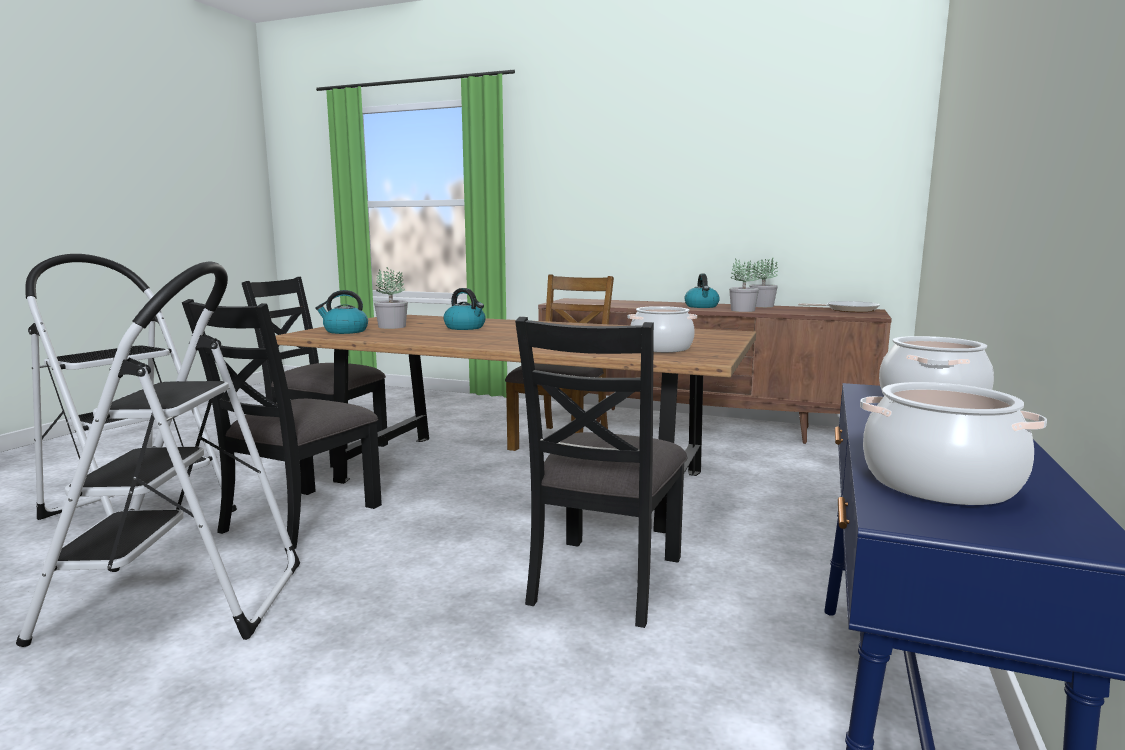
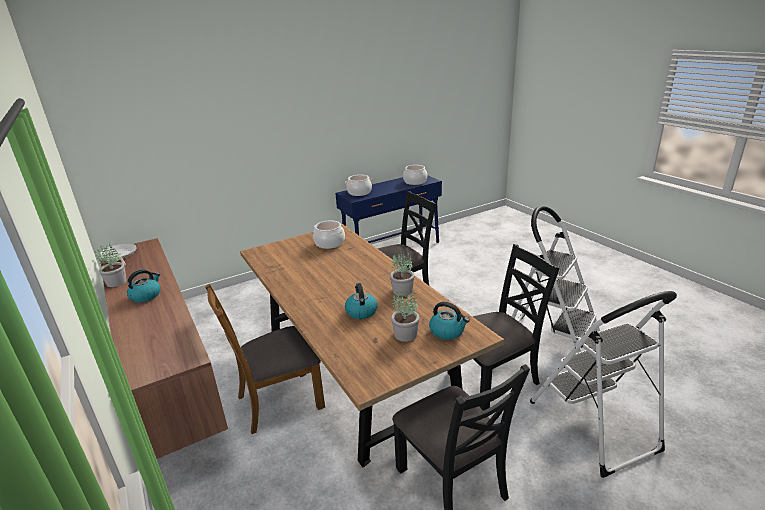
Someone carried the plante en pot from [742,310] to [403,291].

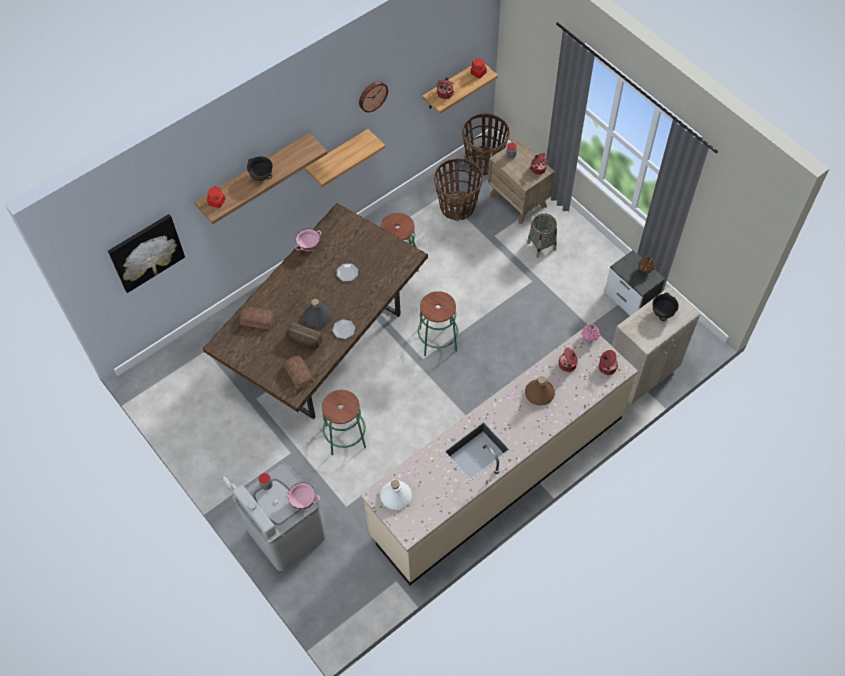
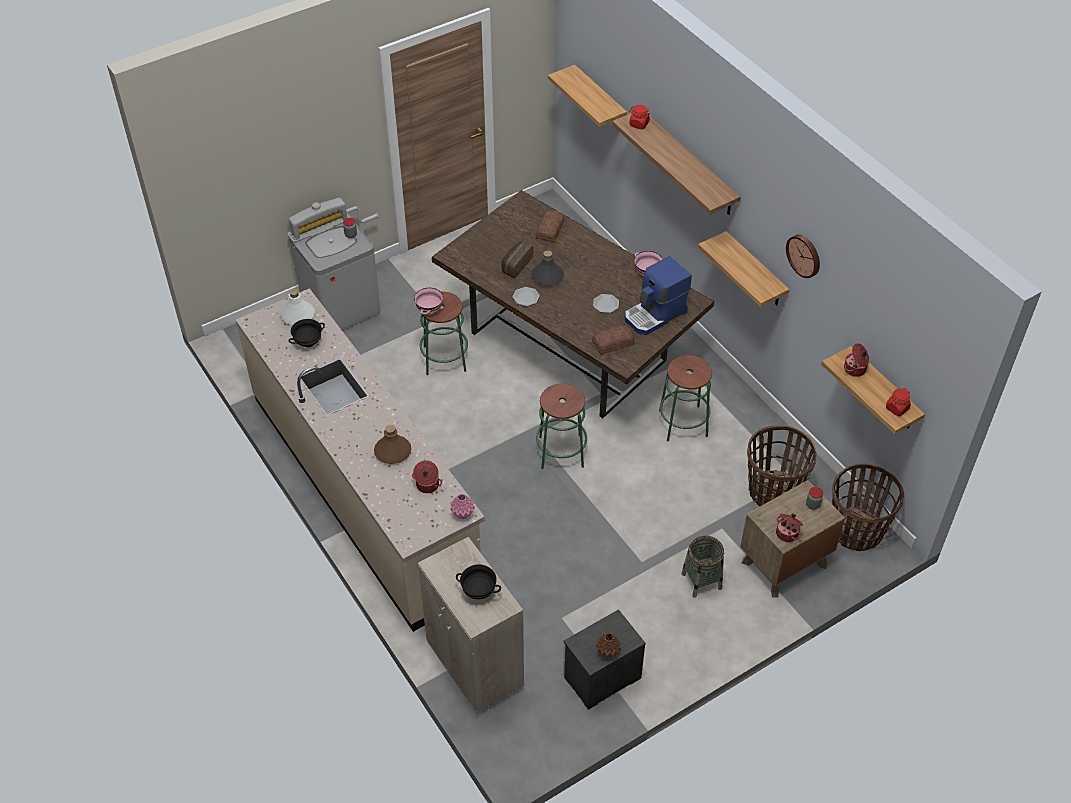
Someone carried the bol/noir from [262,176] to [308,343].
Someone carried the bol/rose from [303,501] to [429,310].
Someone swapped the tableau at [146,252] for the étagère at [600,99].
Someone carried the pain from [298,374] to [612,342].
Someone put down the machine à café at [655,315].
Someone took away the marmite at [606,367].

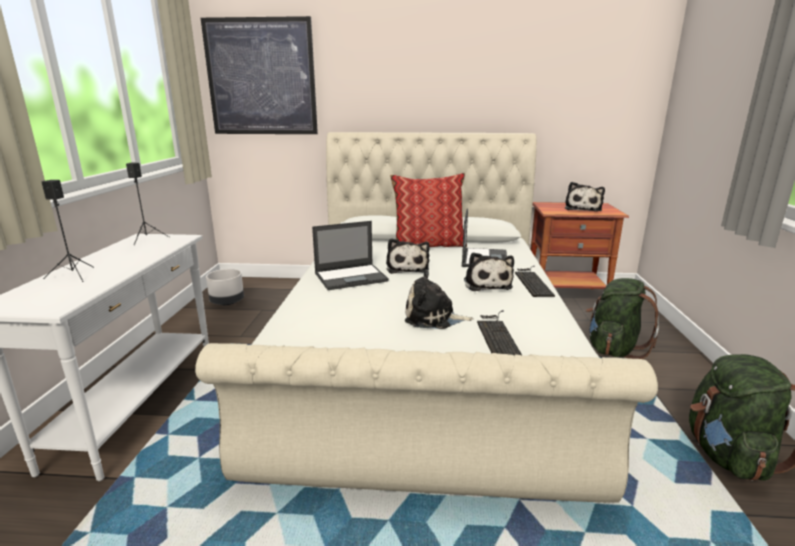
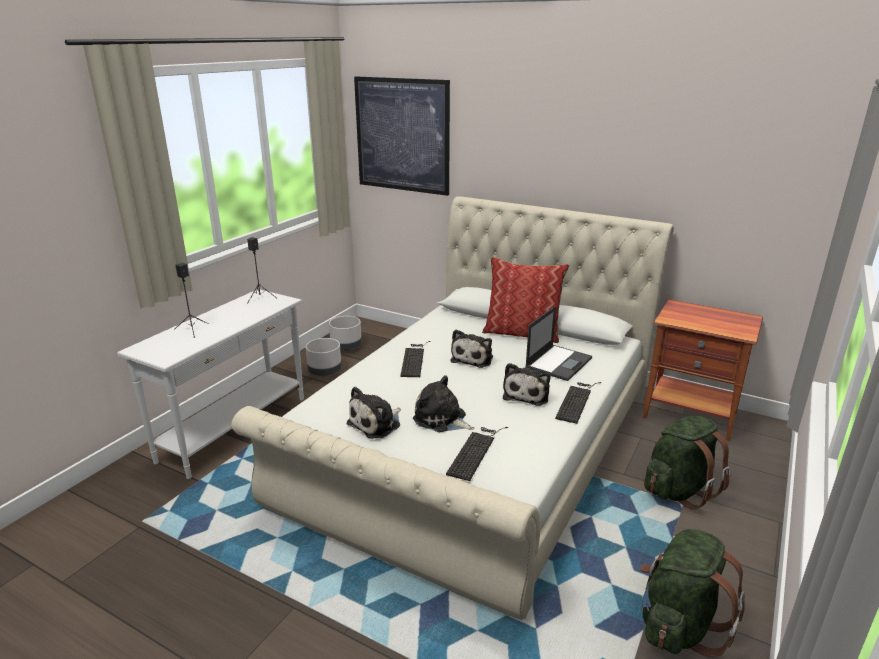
Someone put down the cache-pot/gris at [325,372].
Someone carried the peluche from [582,209] to [376,424].
Someone swapped the ordinateur portable at [351,277] for the clavier at [414,359].

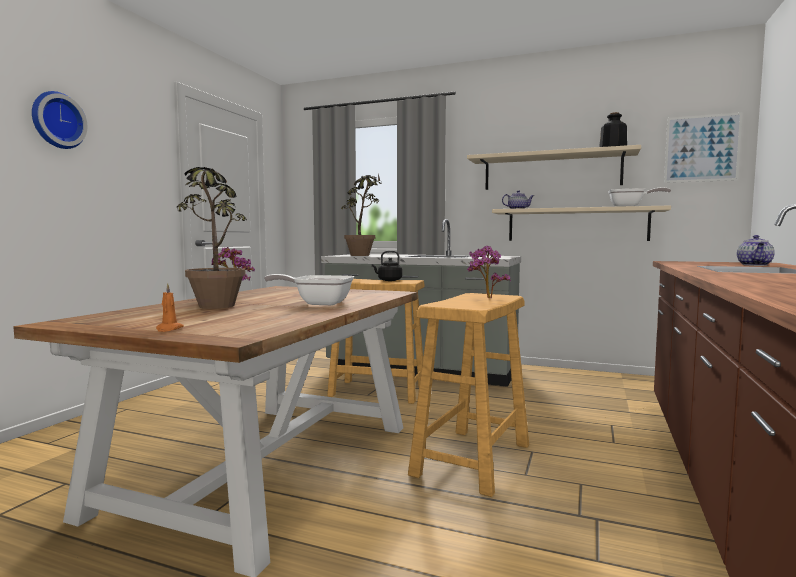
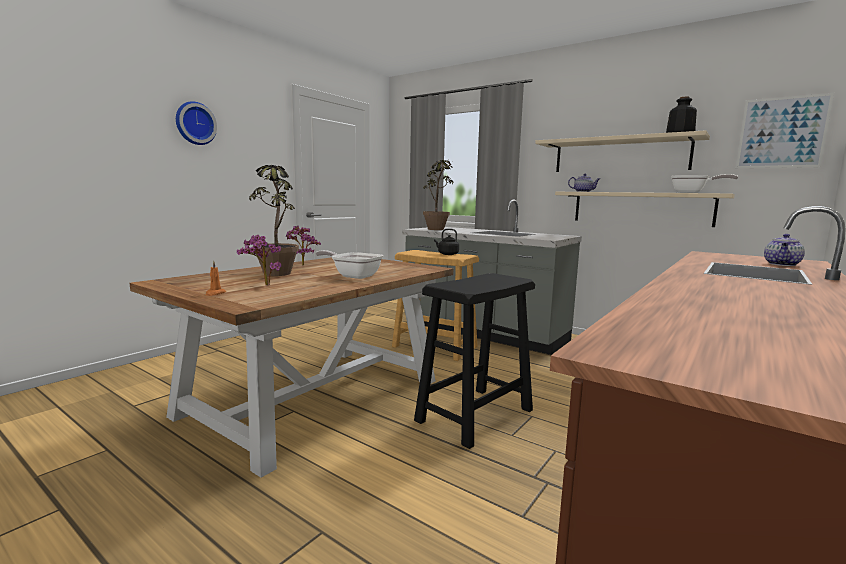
Someone carried the plante en pot from [486,298] to [263,285].
Someone repainted the tabouret/beige at [472,460], which became the tabouret/noir at [474,415].

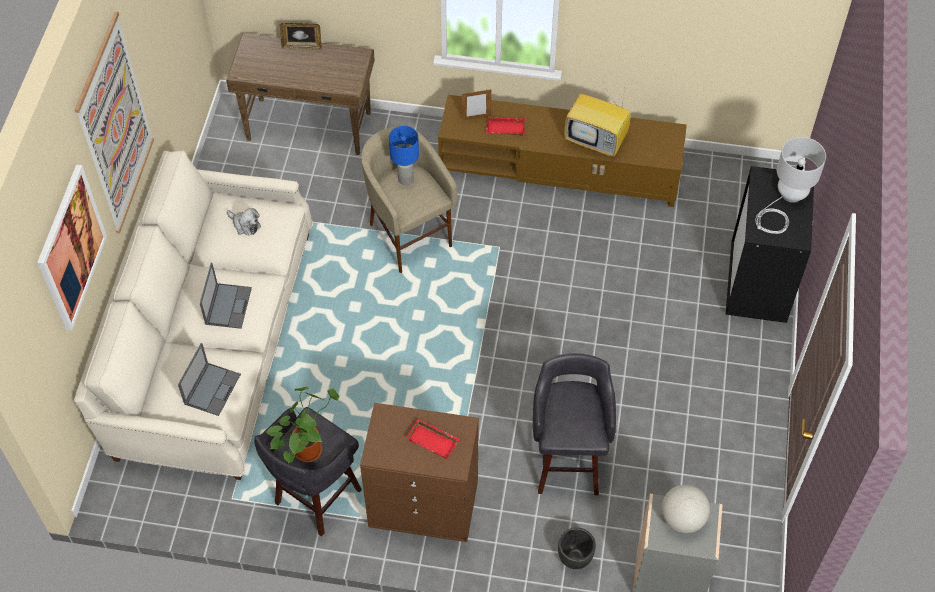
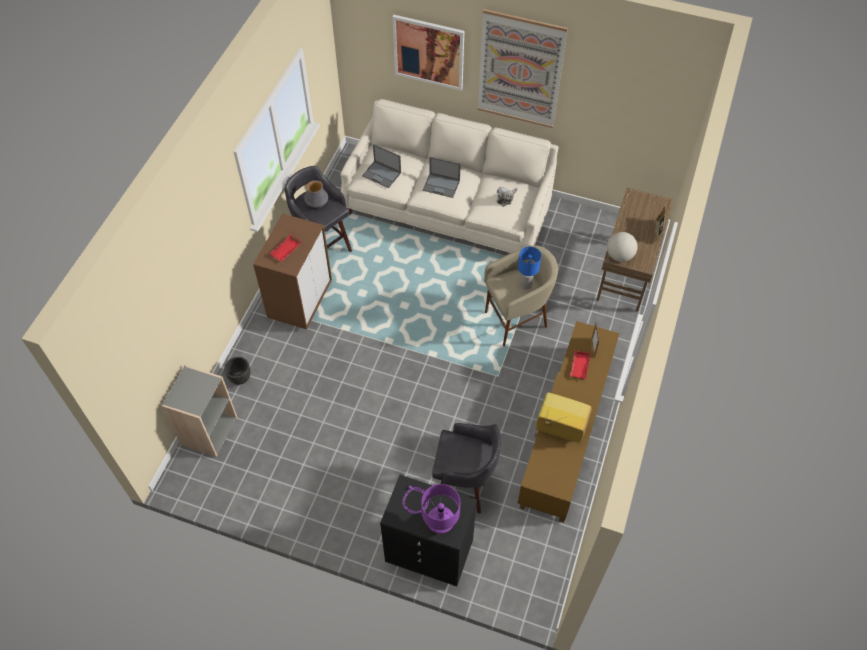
Someone swapped the plante en pot at [308,447] for the vase at [317,205].
Someone repainted the lampe de table/blanc at [784,204], which became the lampe de table/violet at [430,514].
Someone carried the tabouret/gris from [568,462] to [464,489].
Someone rotated the téléviseur at [597,141] by 75 degrees clockwise.
Someone carried the globe from [682,519] to [619,256].

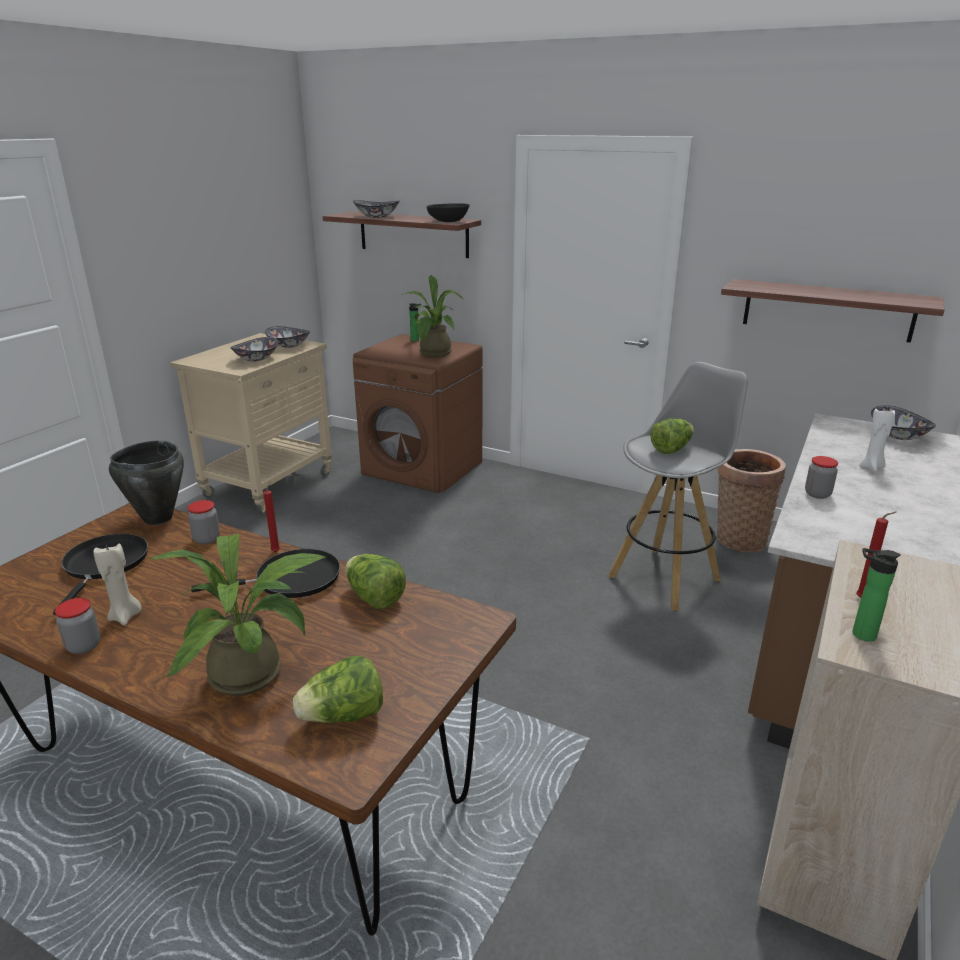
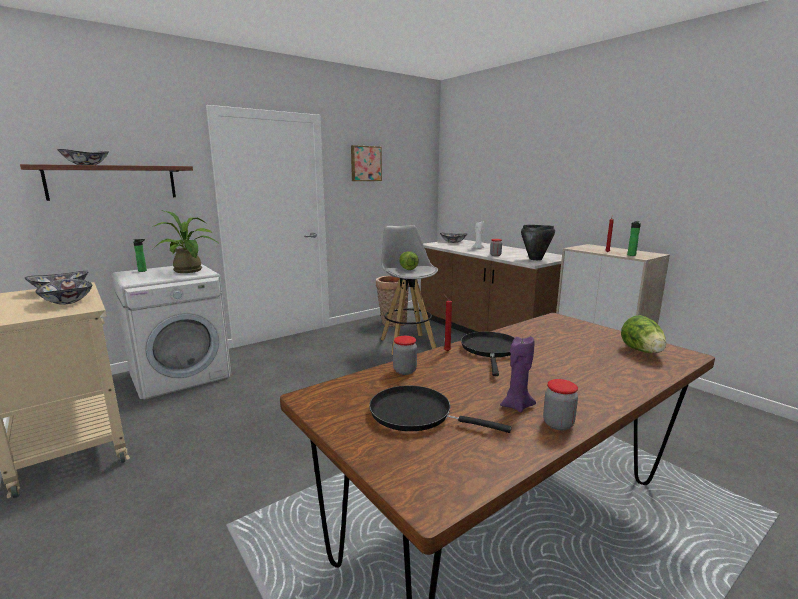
Someone repainted the lave-linge/marron at [421,468], which became the lave-linge/blanc at [182,375].
Someone put up the tableau at [365,163].
Someone repainted the bougie/beige at [125,616], which became the bougie/violet at [516,406].
Someone carried the marmite/noir from [157,518] to [535,259].
Someone took away the plante en pot at [255,673].
Someone took away the laitue at [374,598].
Someone took away the bol/noir at [449,221].
Someone took away the étagère at [827,310].

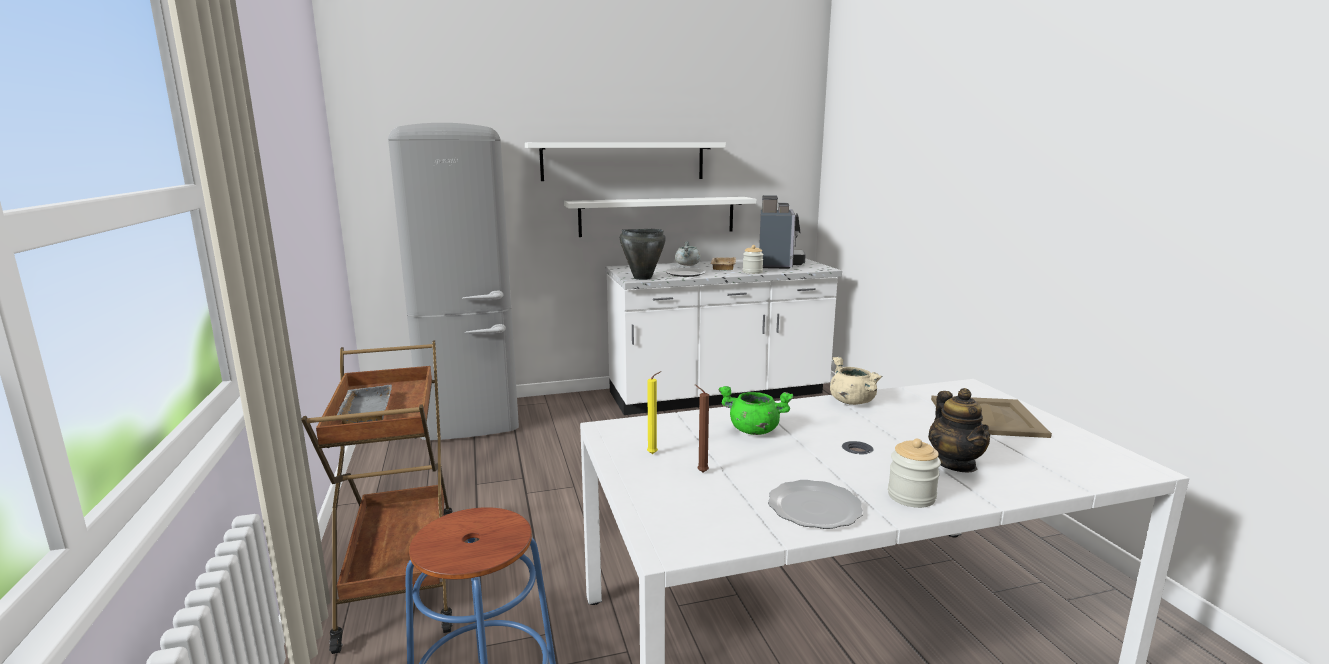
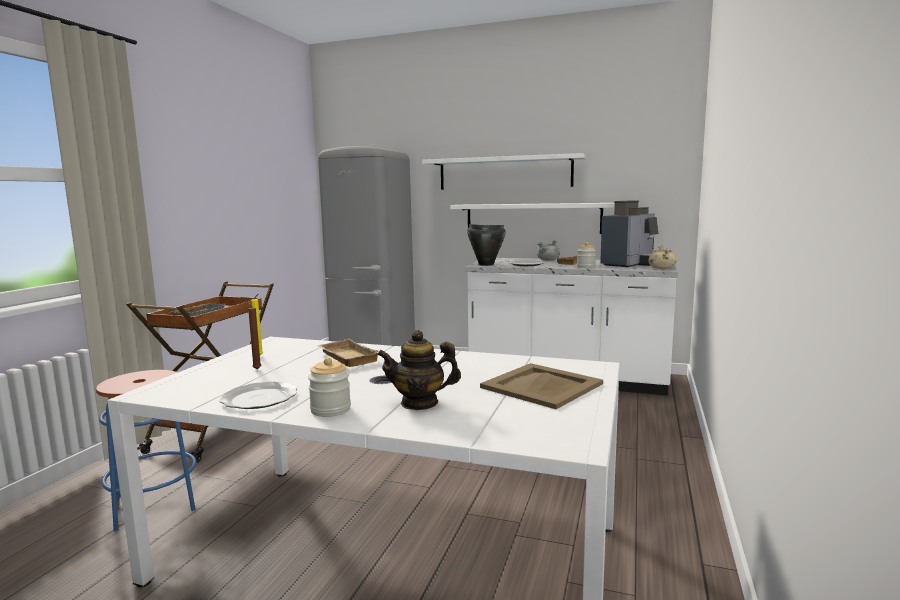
Someone swapped the marmite/vert at [753,430] for the plateau/beige at [346,357].
Someone rotated the théière at [955,463] by 60 degrees clockwise.
Someone carried the marmite/beige from [851,401] to [661,268].

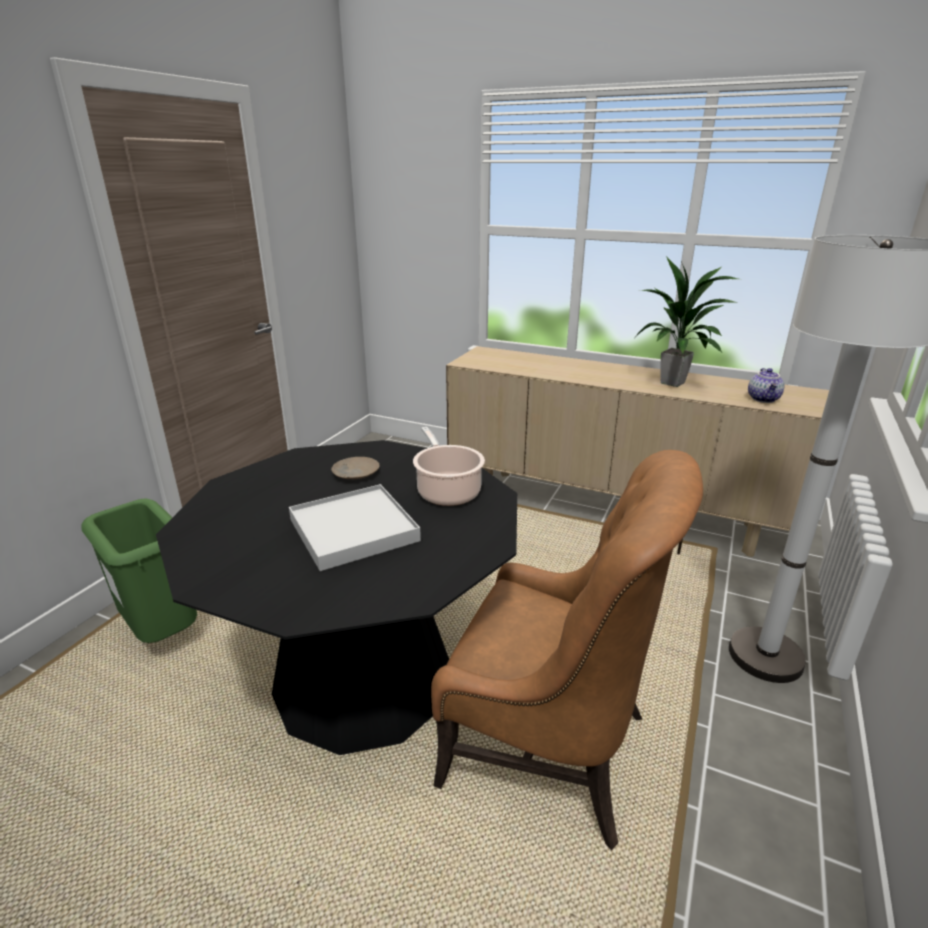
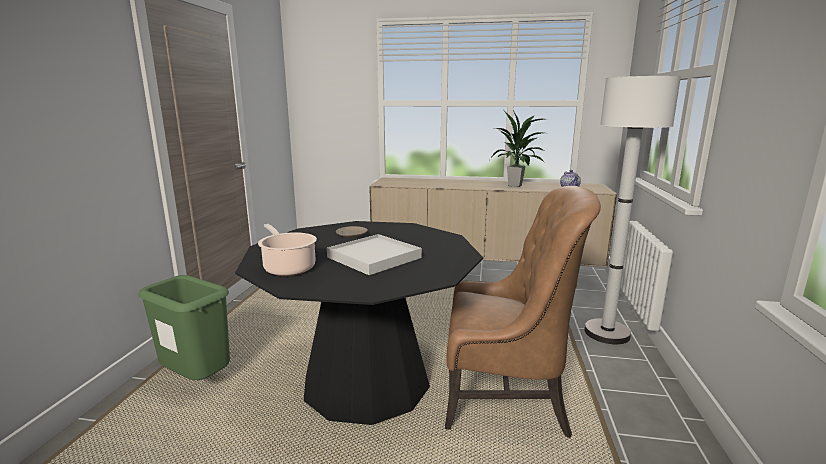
Someone carried the marmite from [447,491] to [288,267].

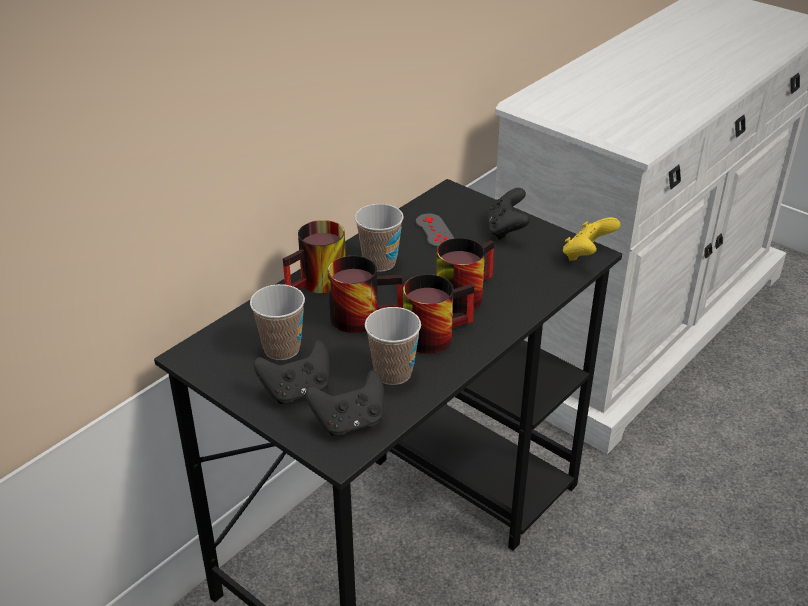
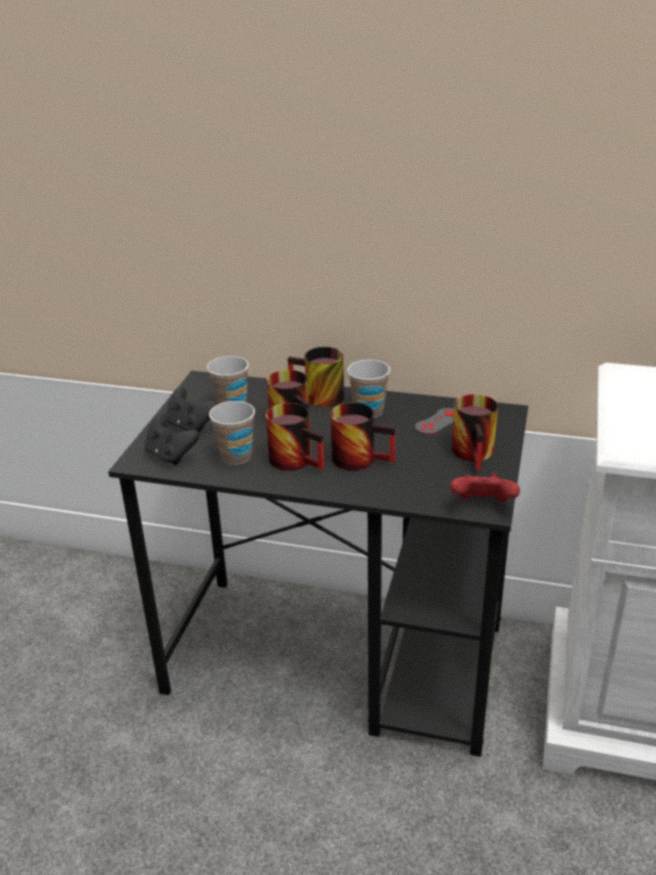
Someone repainted the manette/jaune at [586,255], which became the manette/rouge at [483,505].
Someone swapped the manette/noir at [506,230] for the mug at [477,454].

